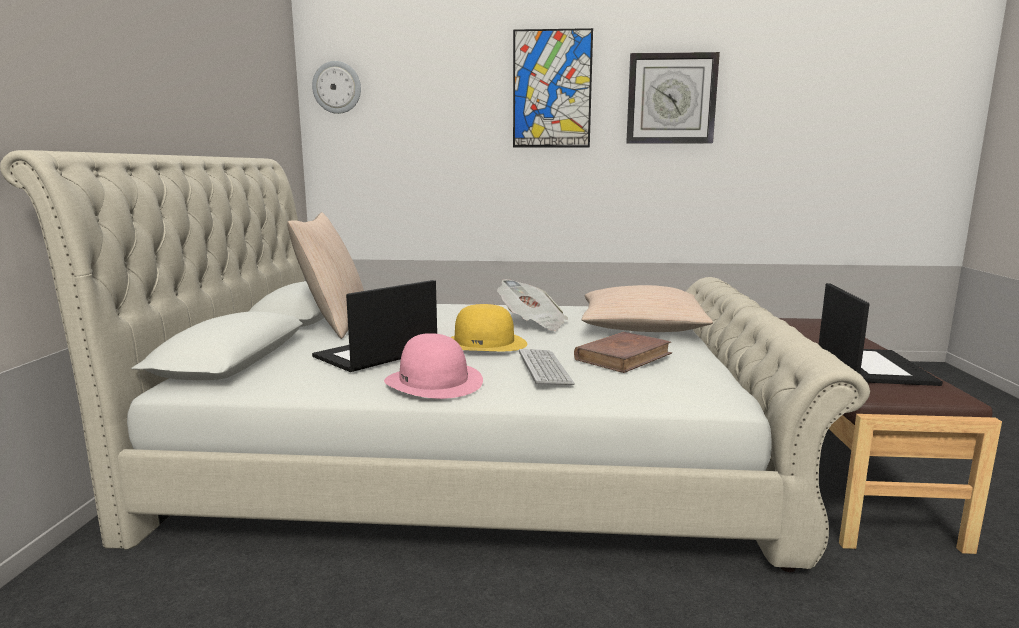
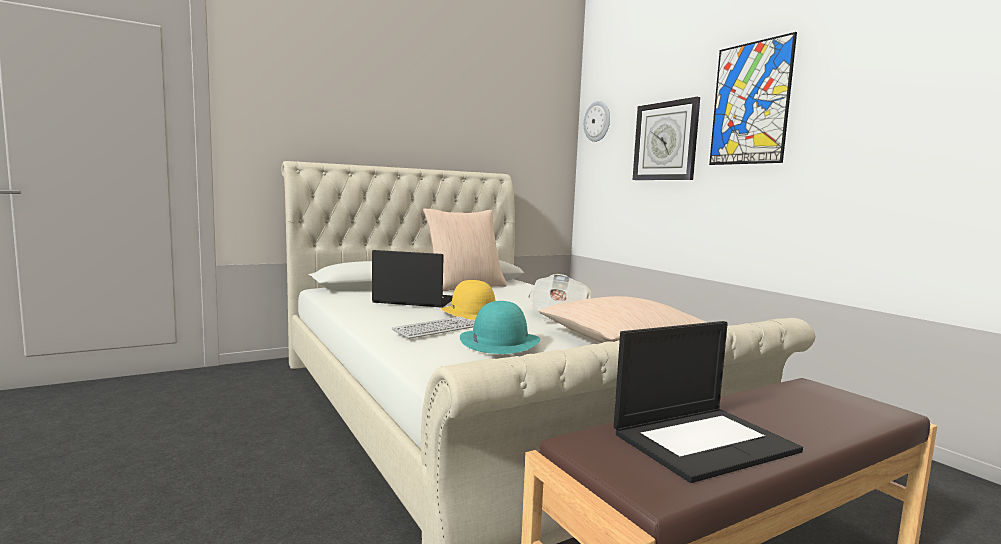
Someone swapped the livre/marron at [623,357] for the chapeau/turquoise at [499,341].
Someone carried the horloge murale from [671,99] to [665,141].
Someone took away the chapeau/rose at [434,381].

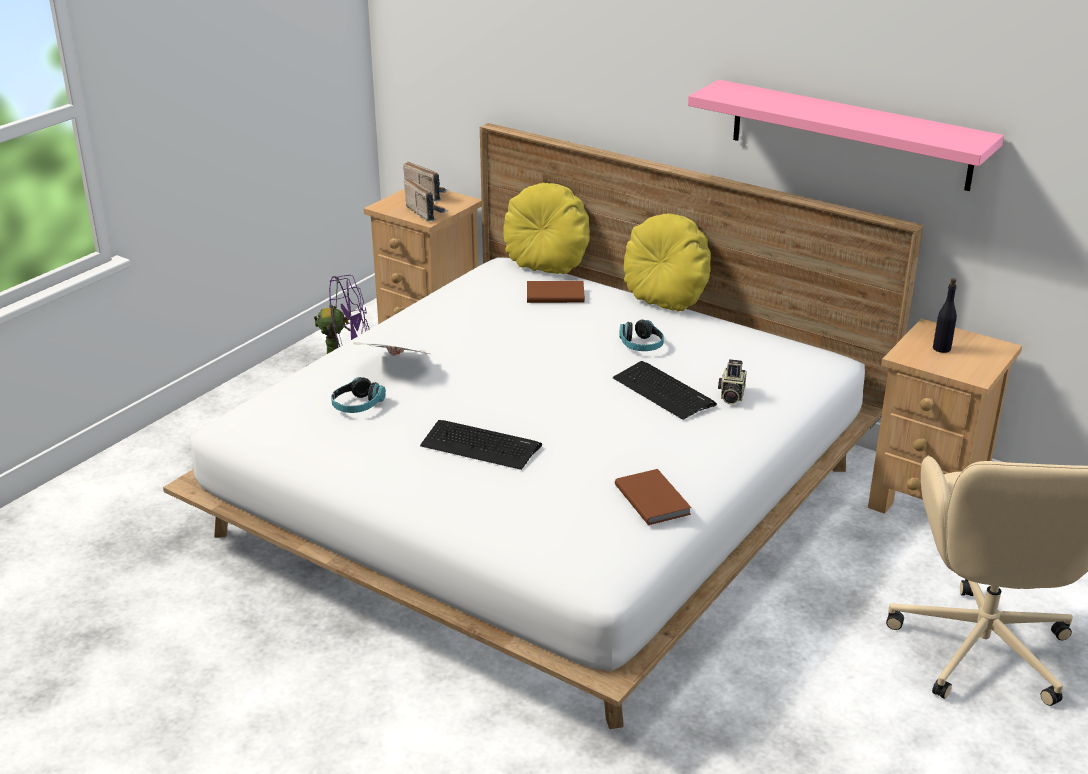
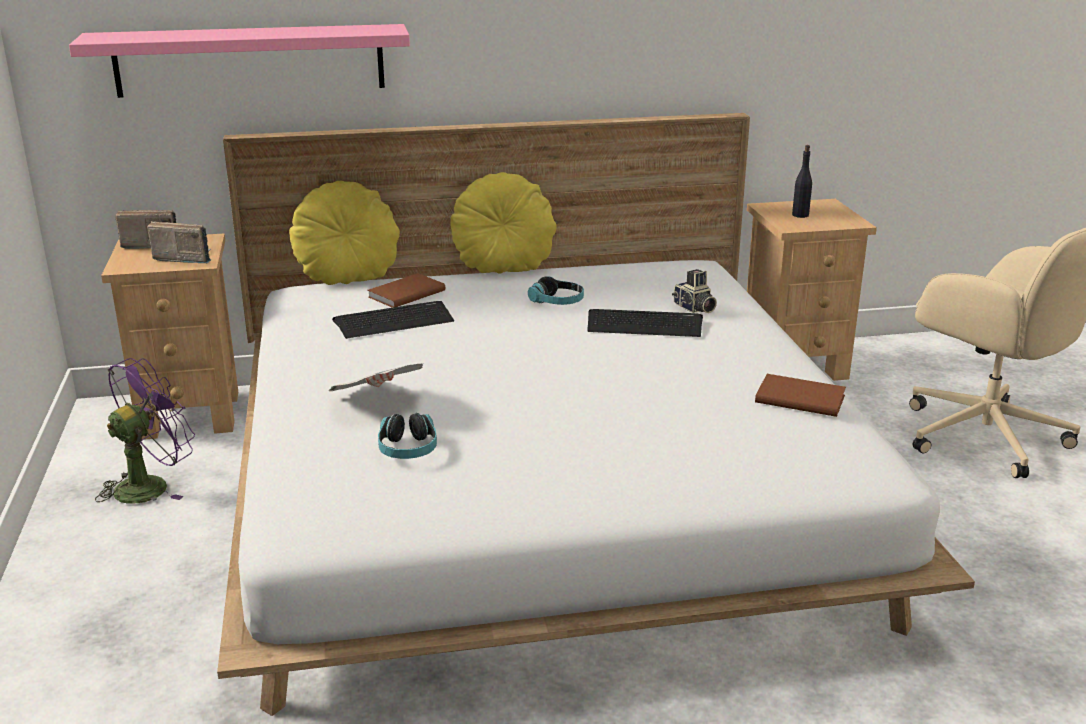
Someone carried the étagère/rose from [850,134] to [250,60].
Someone carried the clavier from [480,446] to [394,321].

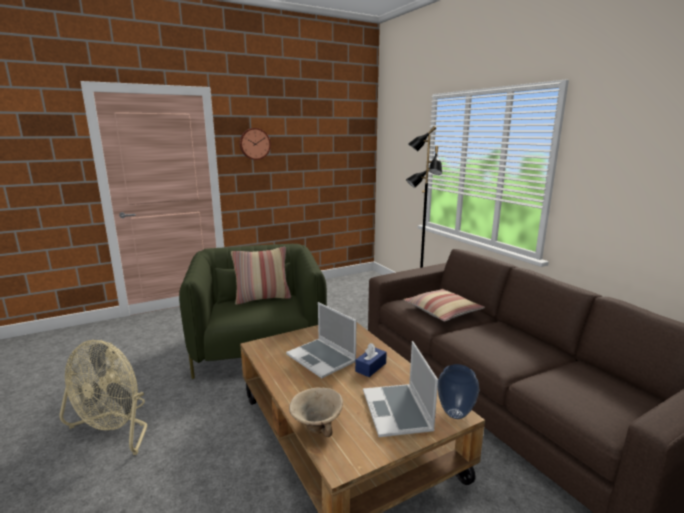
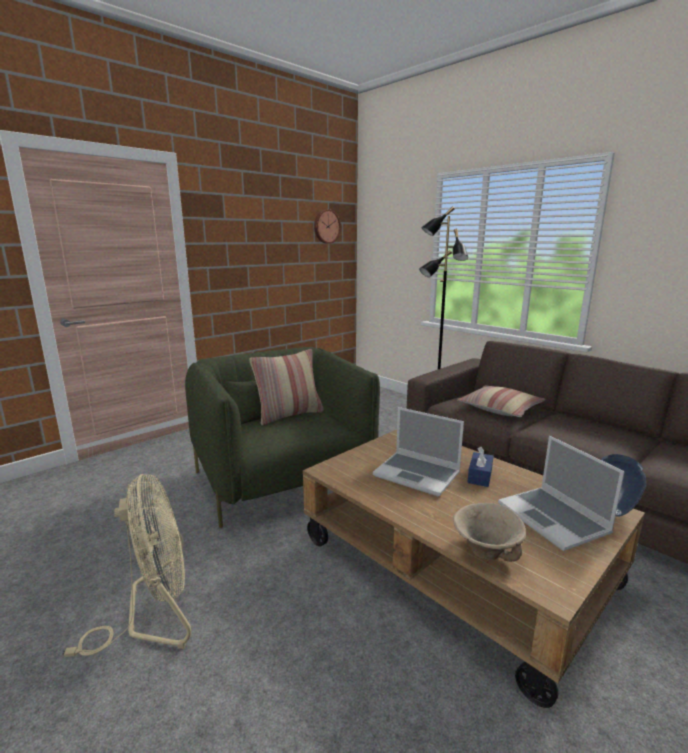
Someone rotated the ventilateur/beige at [116,427] by 120 degrees counterclockwise.
Someone carried the horloge murale from [254,144] to [326,226].

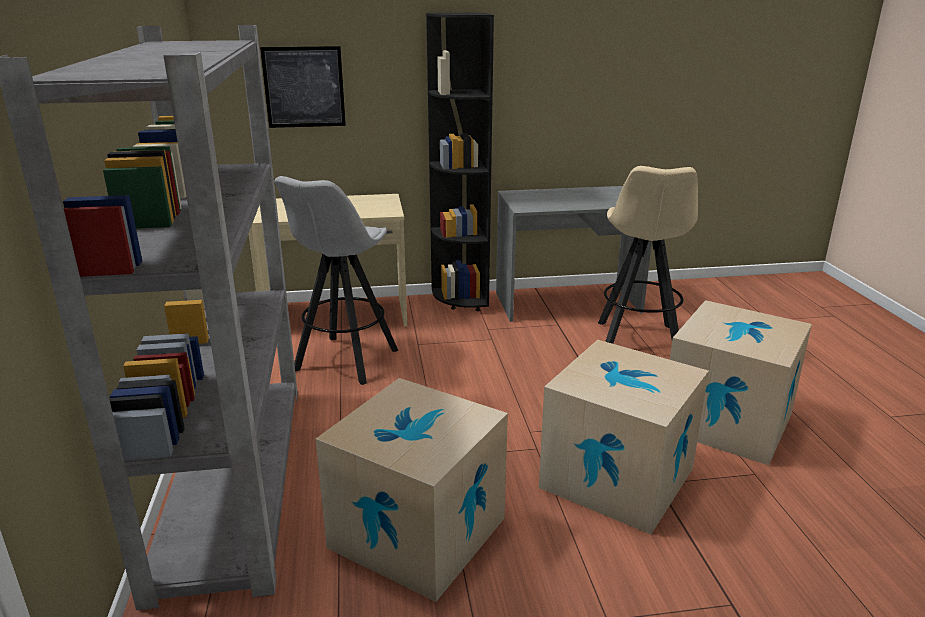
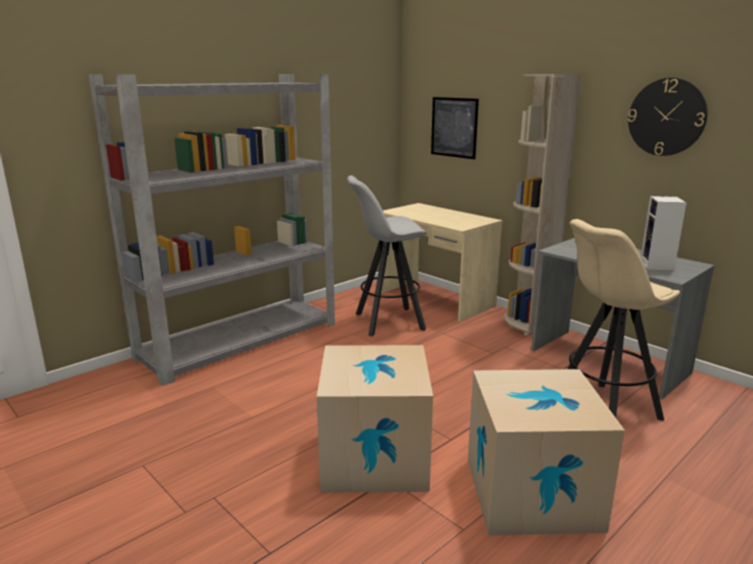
Someone repainted the bibliothèque/noir at [461,303], which became the bibliothèque/beige at [524,326].
Someone put up the horloge murale at [666,117].
Someone put down the enceinte at [657,266].
Someone took away the carton at [417,532].

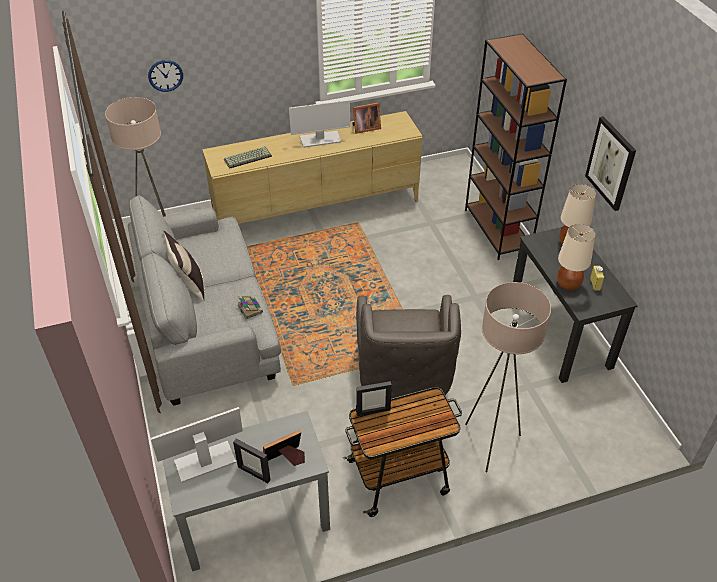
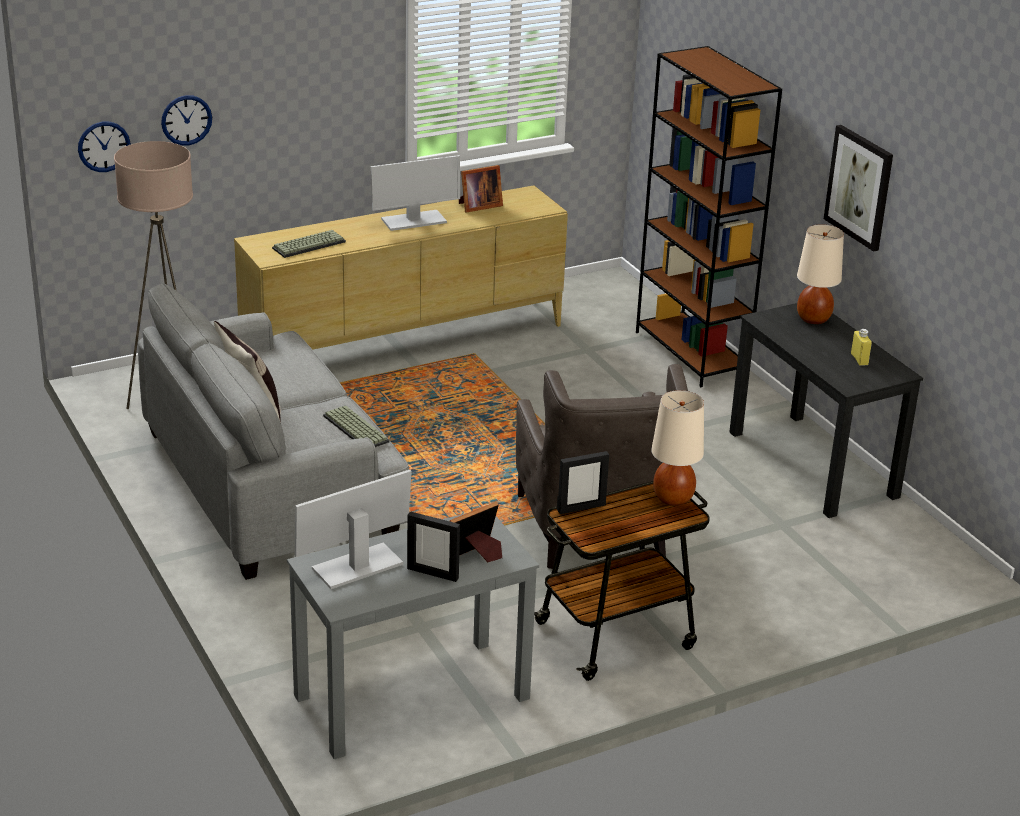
Someone put up the horloge murale at [104,146].
Someone swapped the livre at [249,308] for the clavier at [354,429].
Someone carried the lampe de table/beige from [568,284] to [673,498].
Someone took away the lampadaire/beige at [490,443].

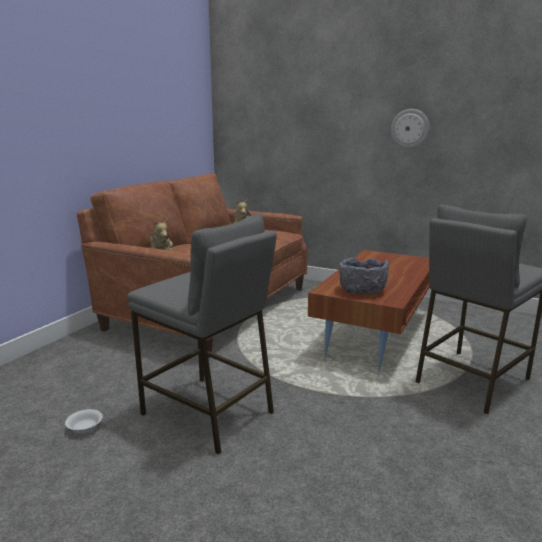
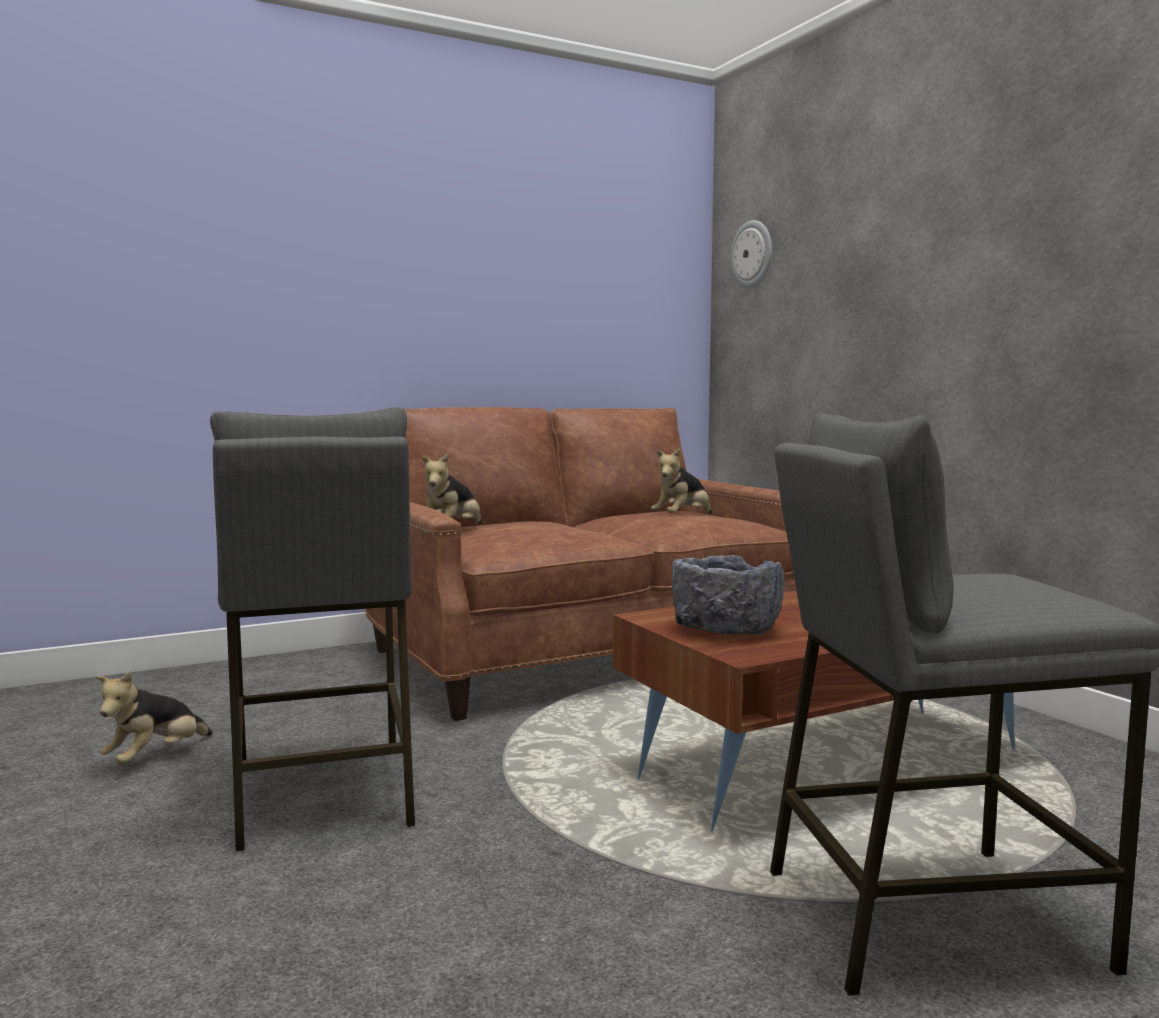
Someone swapped the bol/blanc at [85,427] for the peluche at [155,757].
Someone carried the horloge murale from [410,128] to [752,254].

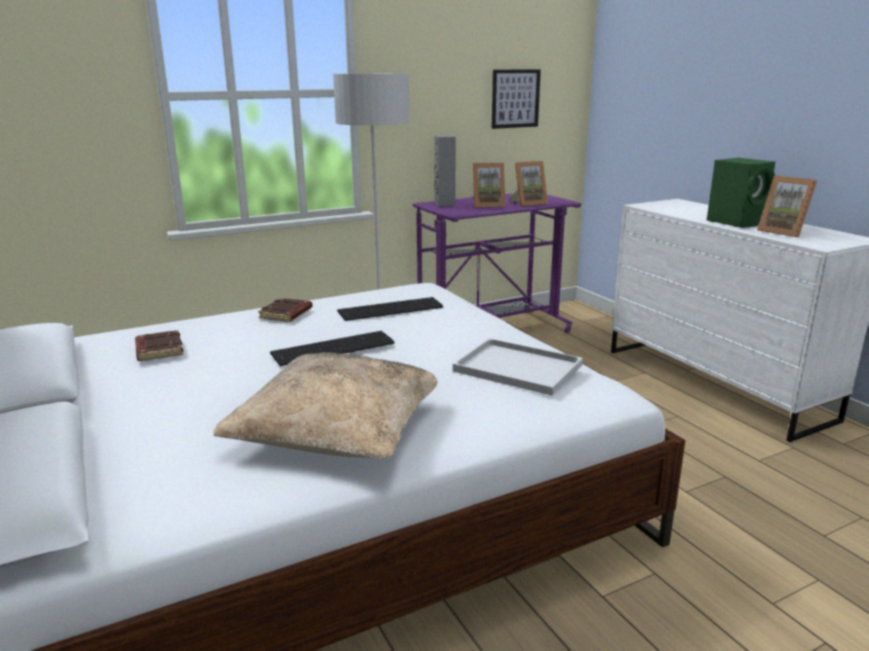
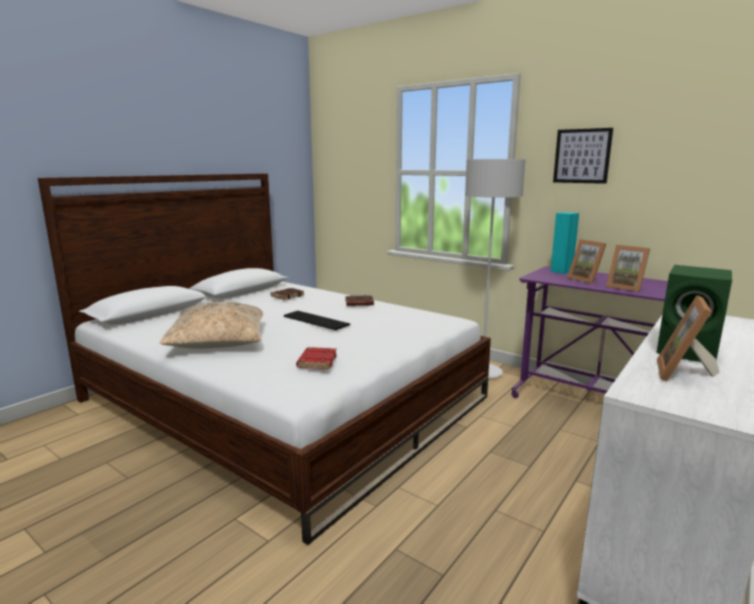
Someone swapped the plateau/blanc at [515,368] for the livre/rouge at [316,361].
Someone repainted the enceinte/gris at [444,204], which became the enceinte/turquoise at [561,271].
Someone carried the tableau from [515,98] to [582,156].
Someone took away the clavier at [388,309].

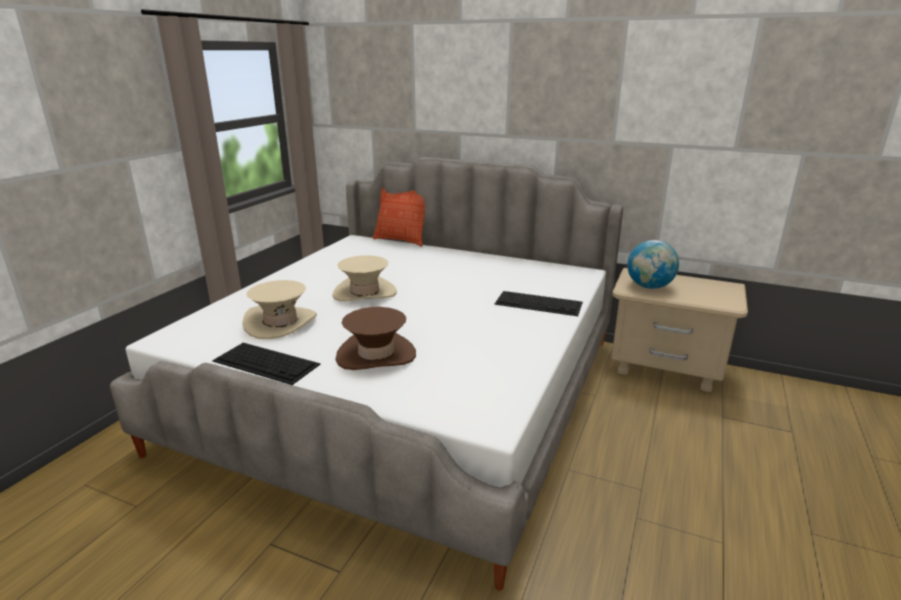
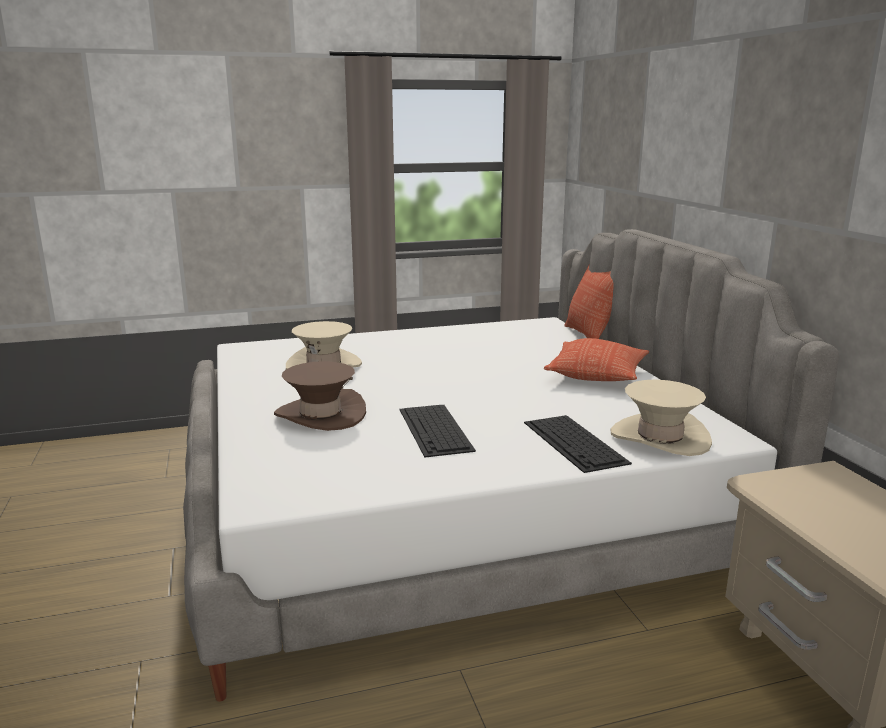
Someone carried the clavier from [267,362] to [436,430].
Someone put down the coussin/orange at [596,375].
Someone carried the chapeau/beige from [365,293] to [660,438].
Someone took away the globe at [649,287].

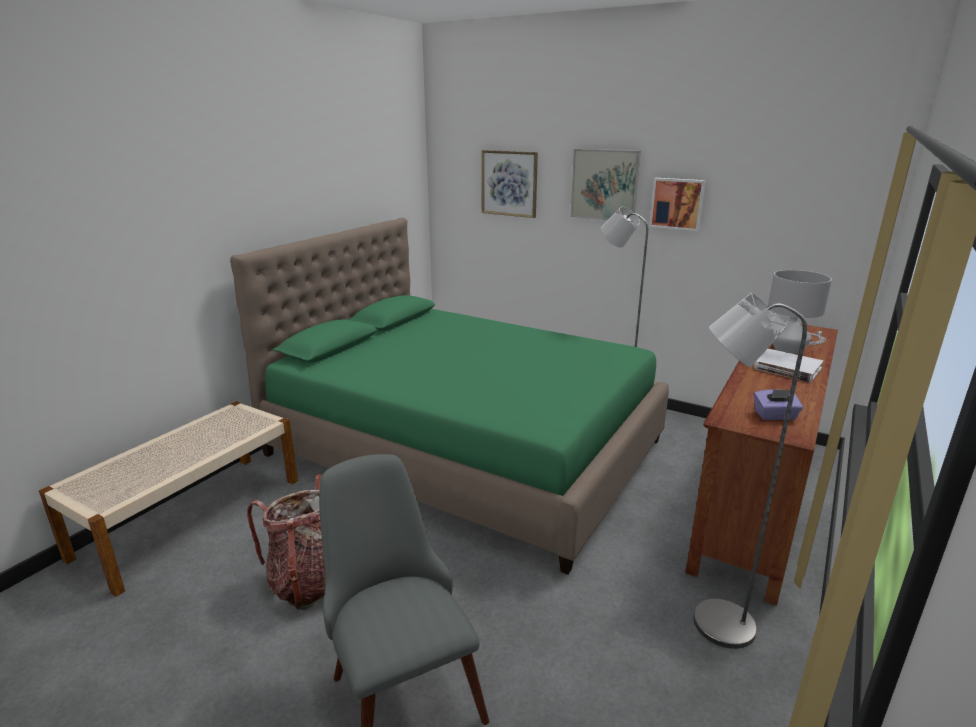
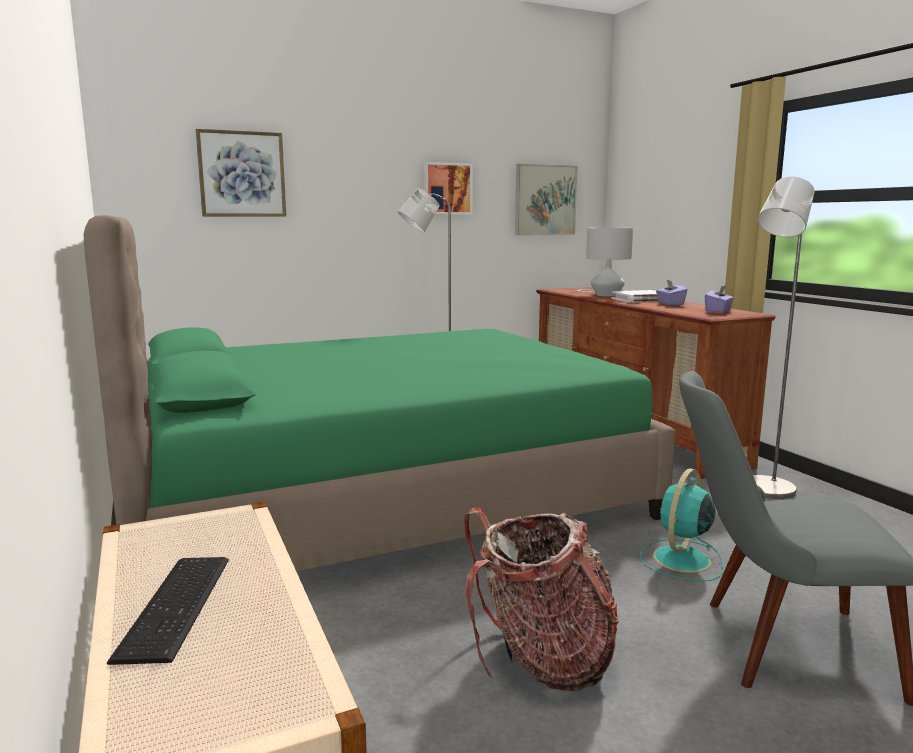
Someone put down the clavier at [180,604].
Someone carried the tableau from [604,185] to [545,200].
Someone put down the ventilateur/turquoise at [680,560].
Someone put down the boîte à mouchoirs/violet at [670,304].

